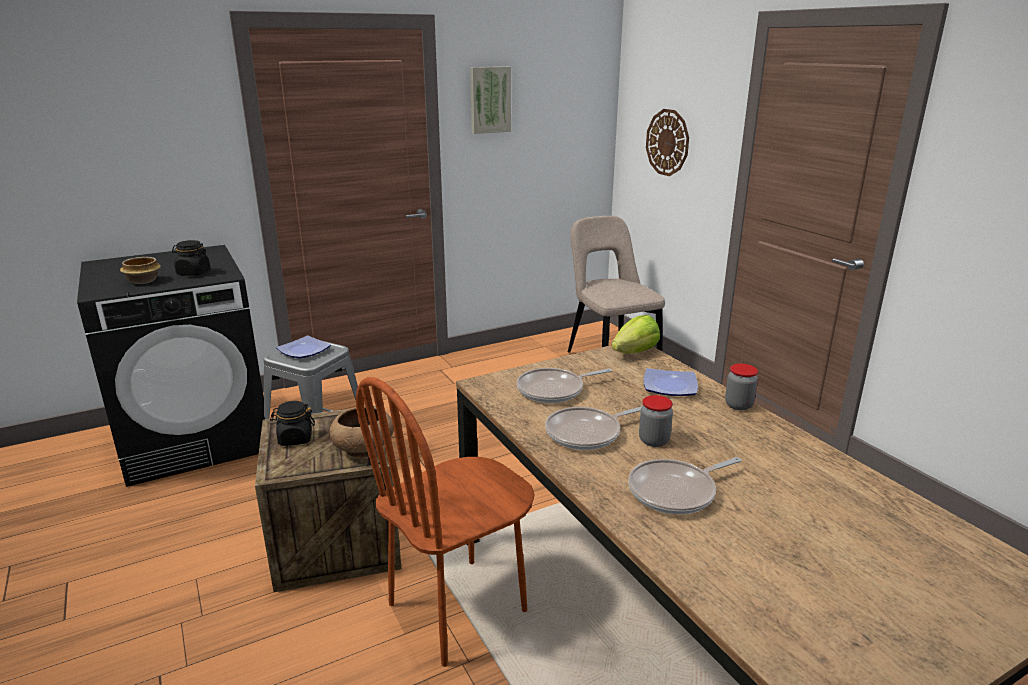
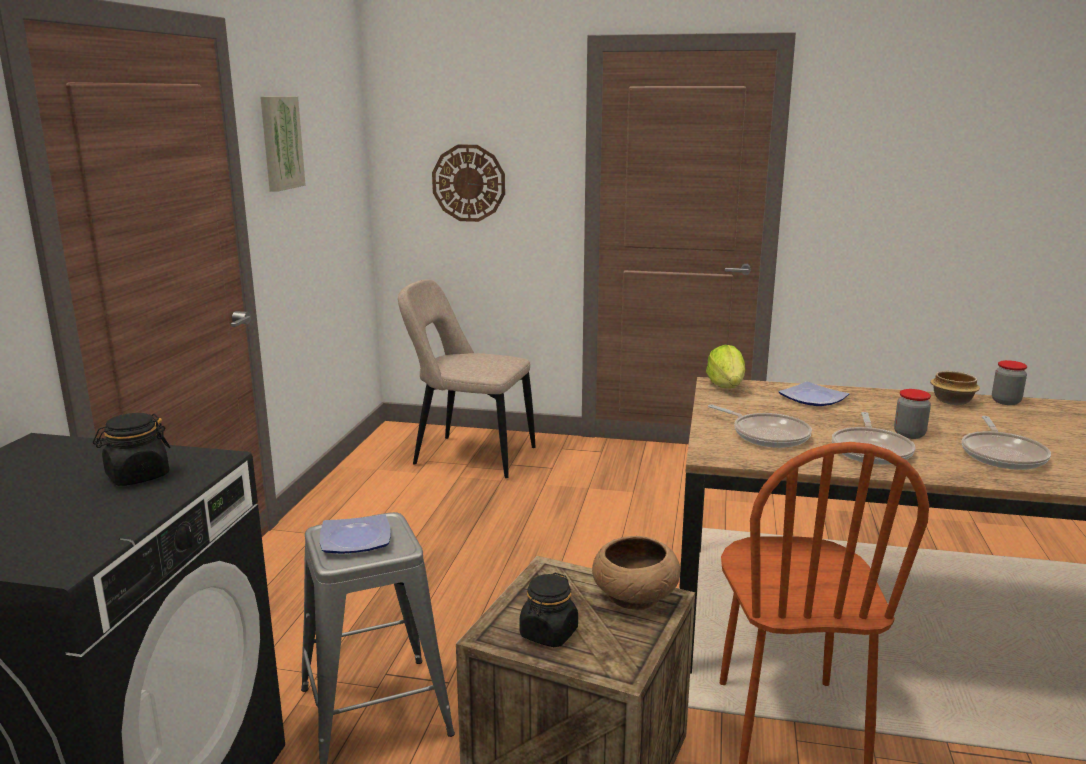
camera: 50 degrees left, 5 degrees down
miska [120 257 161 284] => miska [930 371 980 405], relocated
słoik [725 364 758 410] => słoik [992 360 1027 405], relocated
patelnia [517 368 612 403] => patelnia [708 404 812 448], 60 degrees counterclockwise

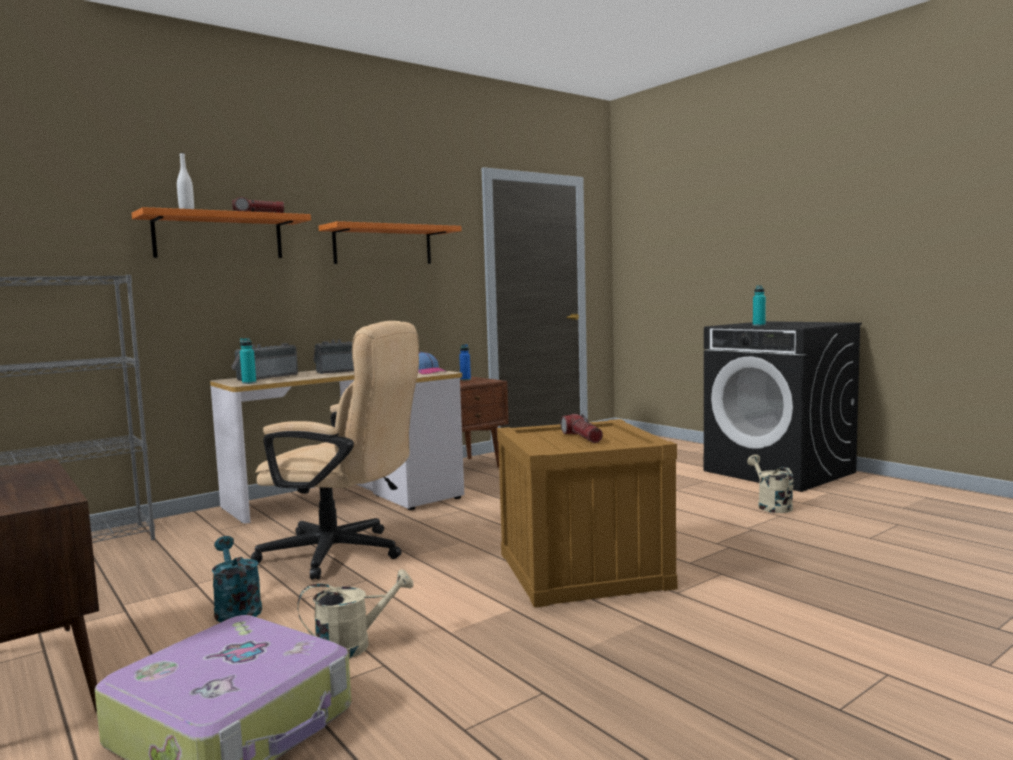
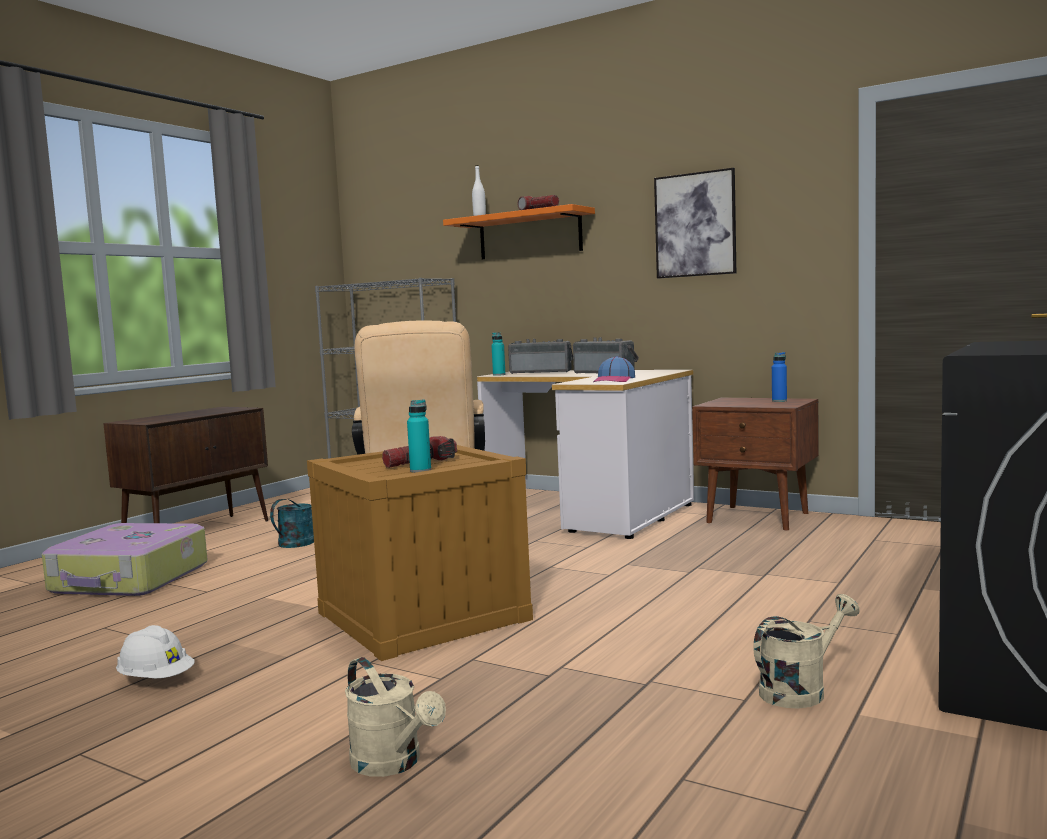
camera: 70 degrees right, 0 degrees up
półka [pomarańczowy] [319 221 462 264] => obraz [654 168 736 278]
butelka [turkusowy] [753 285 766 326] => butelka [turkusowy] [407 399 431 473], relocated
konewka [beżowy] [297 569 414 659] => konewka [beżowy] [345 657 446 777], relocated
nothing => kask [biały] [116 625 195 678]

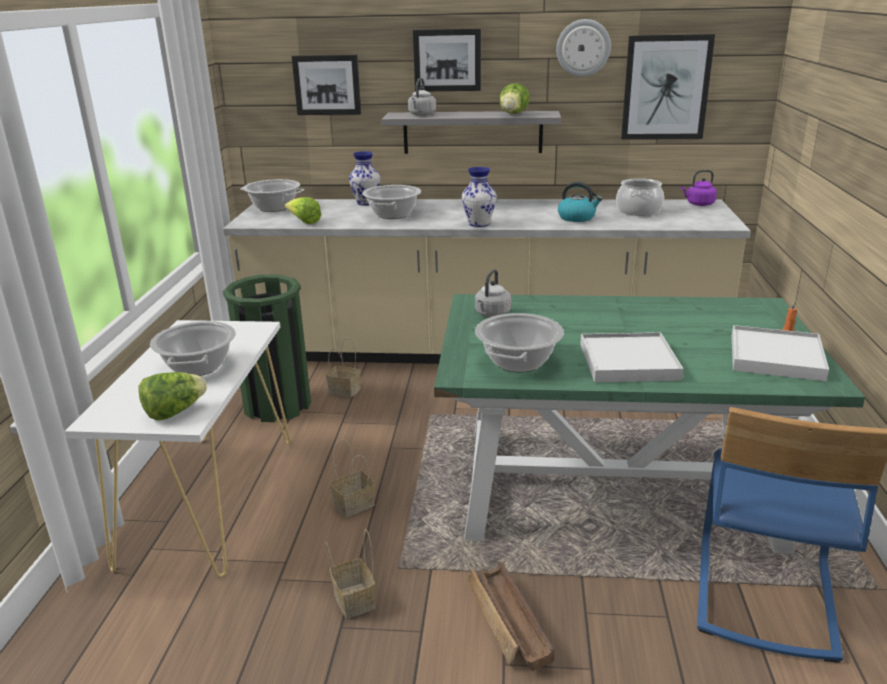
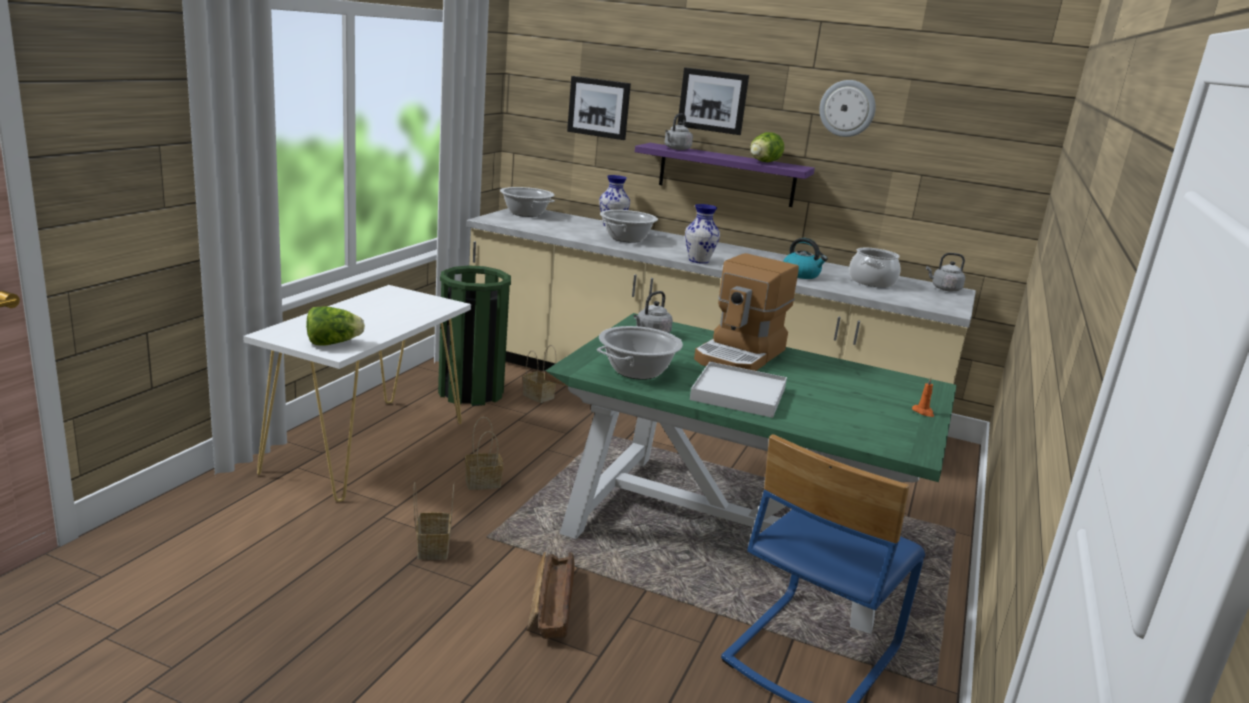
camera: 15 degrees right, 5 degrees down
obraz [621 34 715 140] => nothing
półka [szary] [381 111 561 154] => półka [fioletowy] [635 143 815 207]
czajnik [fioletowy] [681 169 717 206] => czajnik [szary] [926 253 965 291]
sałata [285 197 321 224] => nothing
garnek [150 321 236 376] => nothing
taca [biały] [732 325 829 381] => nothing
nothing => ekspres do kawy [694 253 799 371]

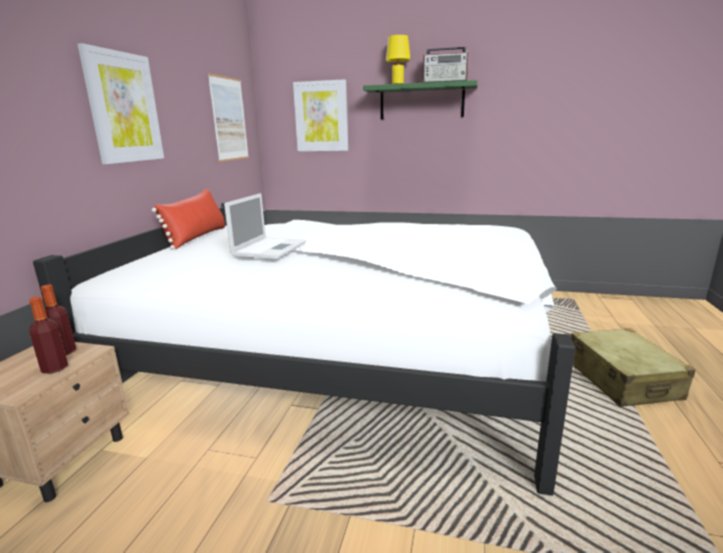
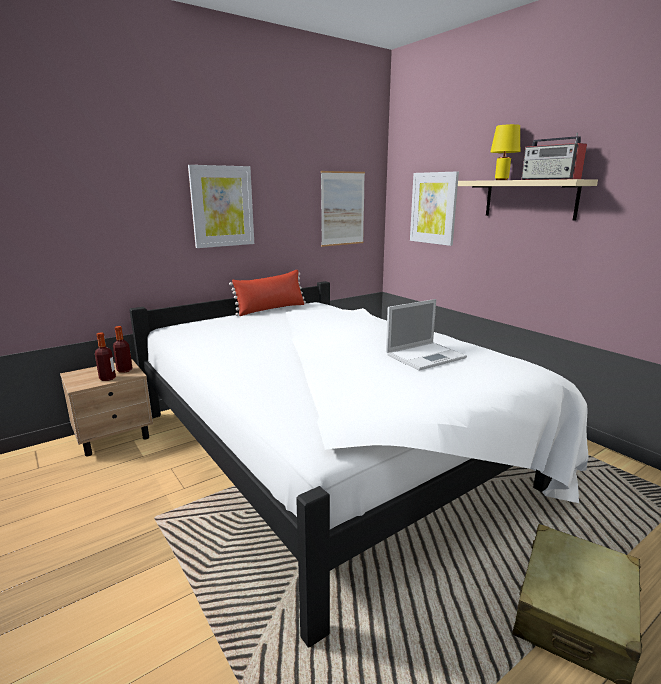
camera: 40 degrees right, 0 degrees up
półka [zielony] [363 80 478 119] => półka [beżowy] [458 179 598 221]
laptop [224 193 306 259] => laptop [386 299 467 371], relocated

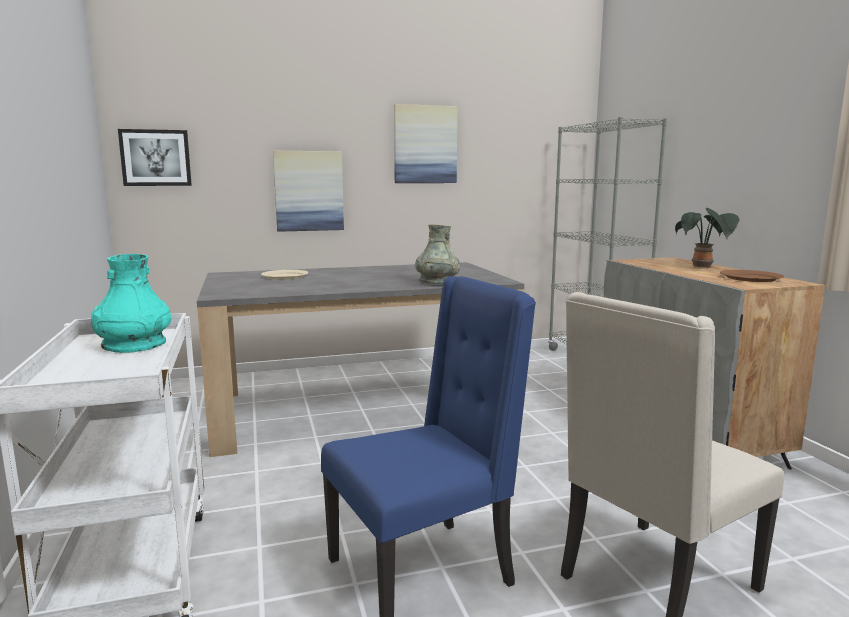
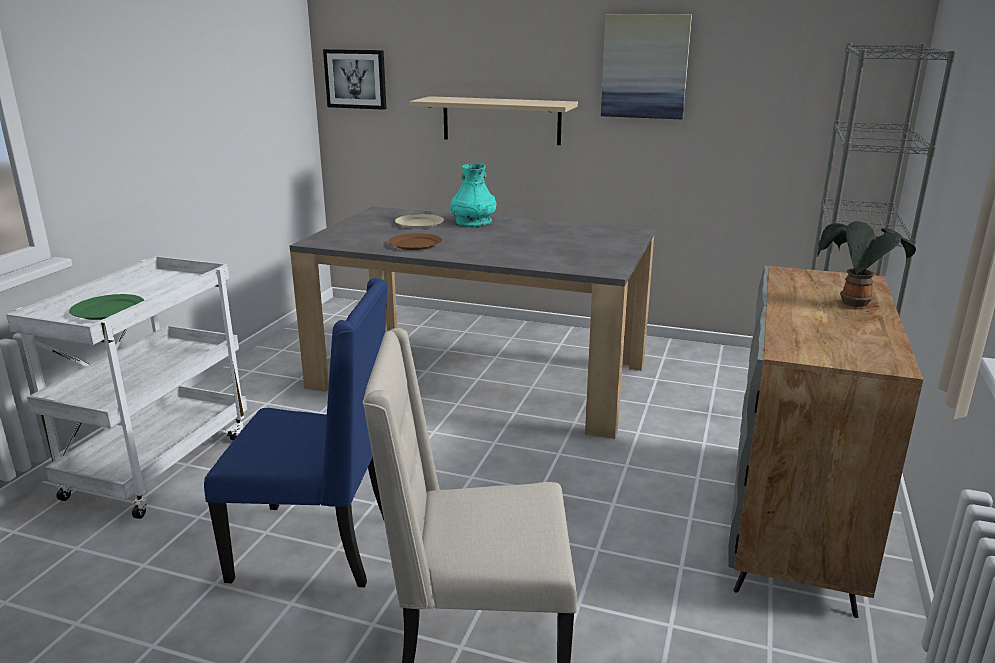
camera: 35 degrees right, 10 degrees up
obraz [273 151 344 232] => półka [beżowy] [410 96 578 145]
wazon [szary] [415 225 460 284] => nothing
wazon [turkusowy] [91 254 171 353] => wazon [turkusowy] [450 163 496 227], relocated
talerz [brązowy] [720 270 784 282] => talerz [brązowy] [388 233 442 250], relocated
nothing => talerz [zielony] [69 294 144 320]

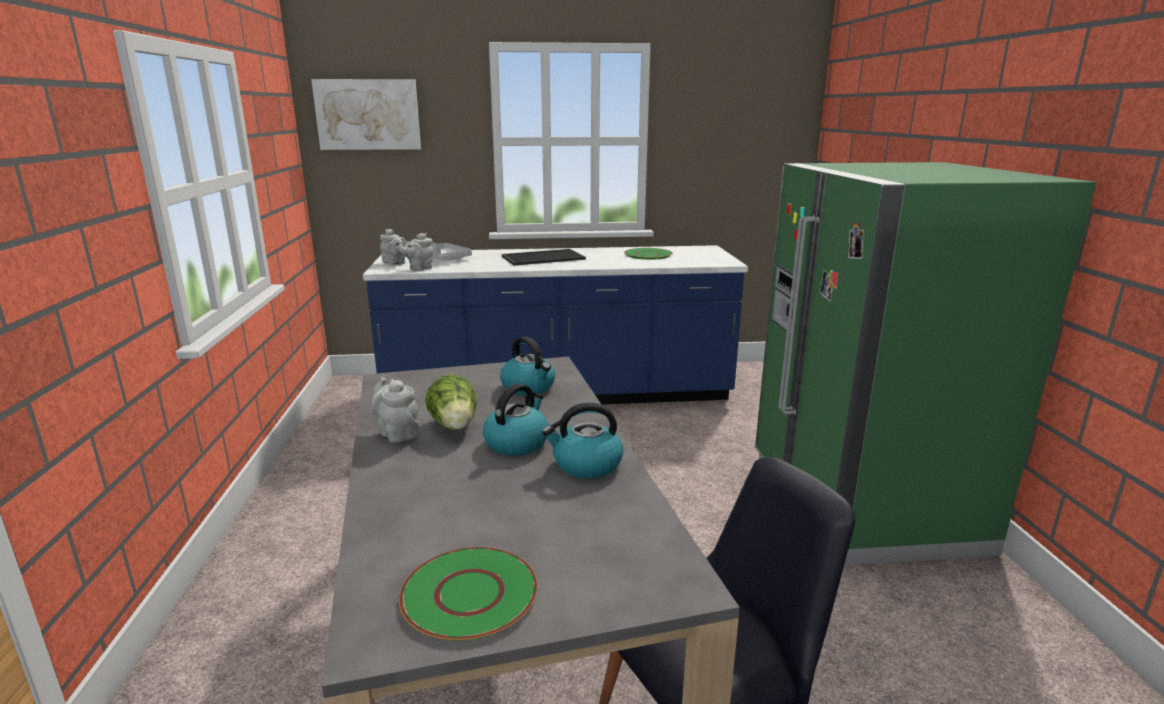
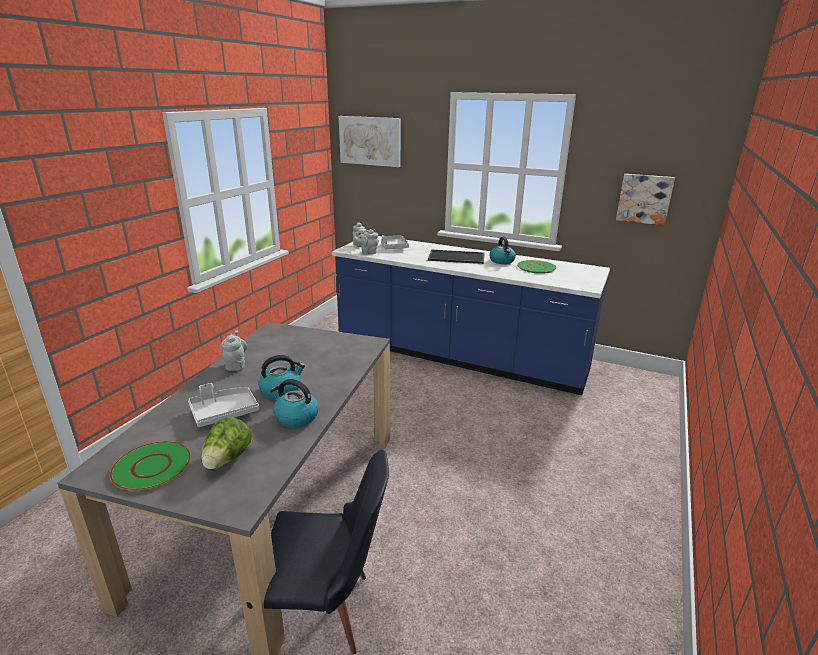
camera: 30 degrees right, 5 degrees up
lodówka [zielony] [755 162 1096 565] => nothing
czajnik [500 337 555 395] => czajnik [489 237 516 264], relocated
sałata [425 374 477 430] => sałata [201 417 252 469], relocated
nothing => obraz [616 174 675 225]
nothing => taca [szary] [188 383 259 427]

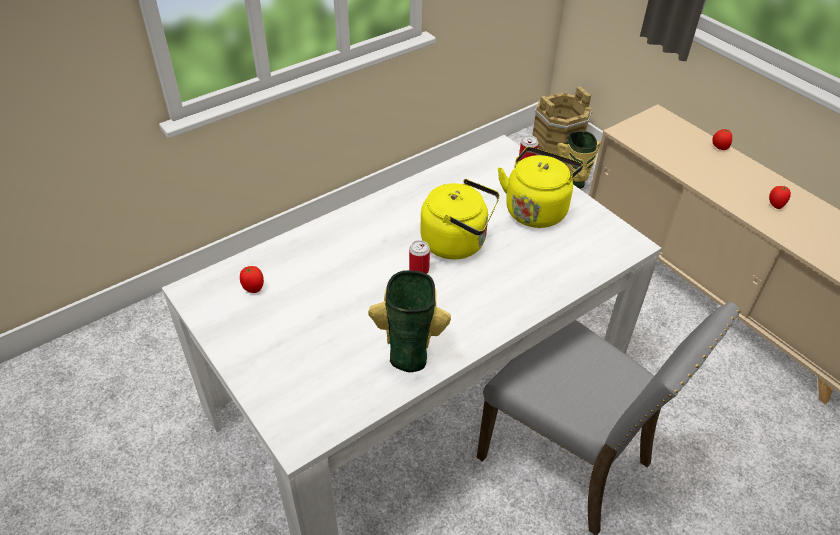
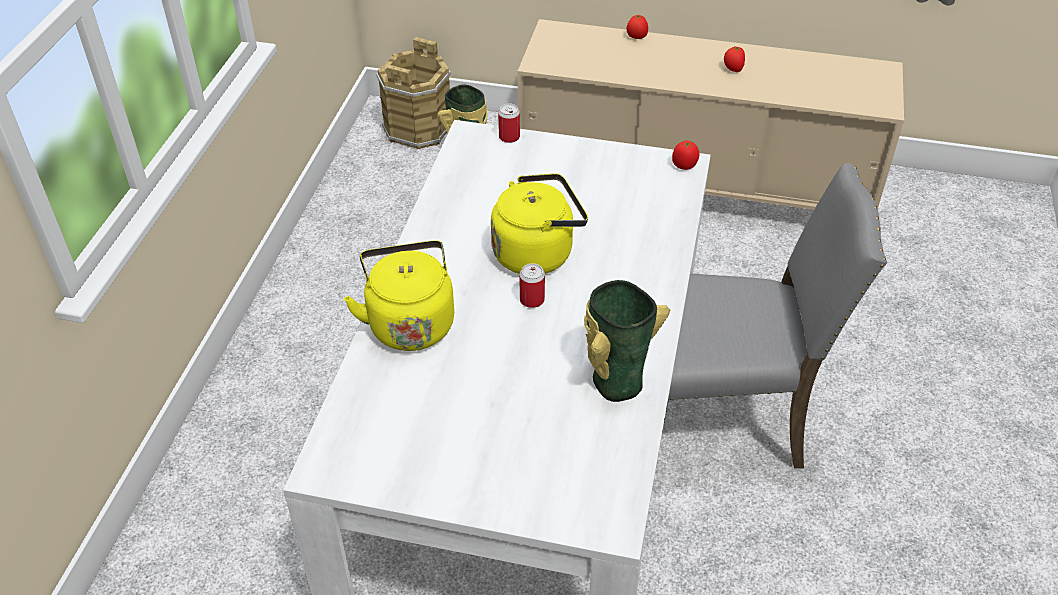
camera: 40 degrees left, 0 degrees up
czajnik [żółty] [498 147 583 228] => czajnik [żółty] [344 240 454 351], relocated
pomidor [240 266 264 293] => pomidor [672 141 700 170], relocated

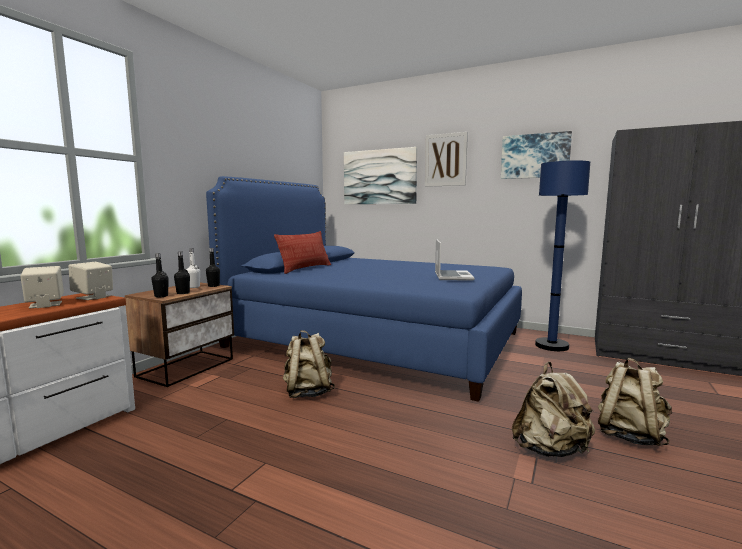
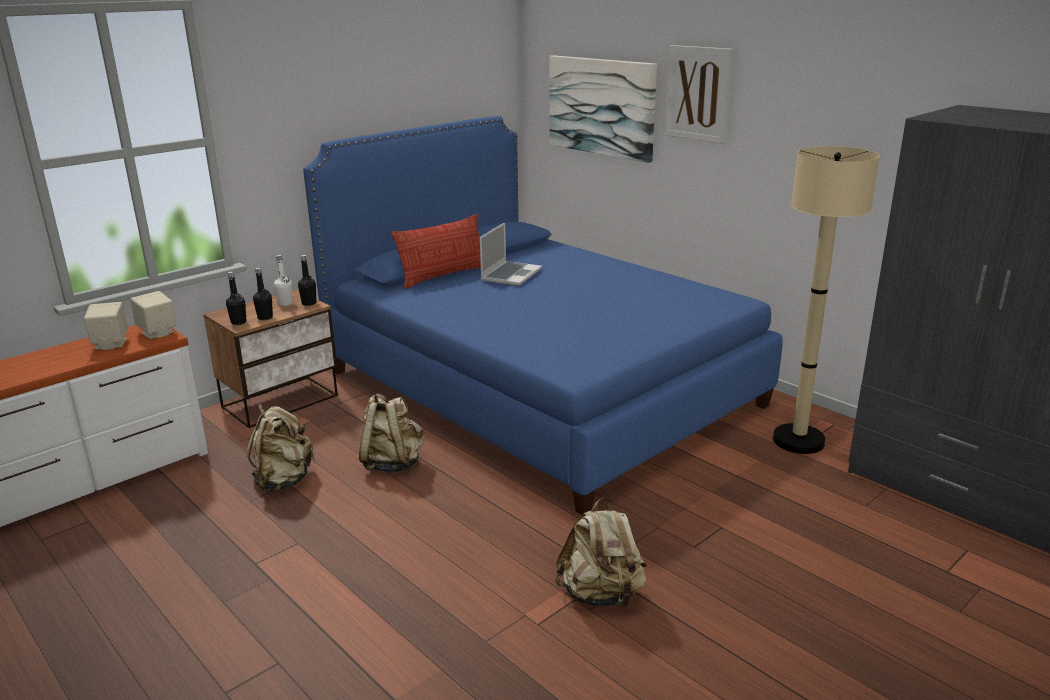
camera: 20 degrees right, 15 degrees up
obraz [501 131 572 179] => nothing
lampa stojąca [niebieski] [535 160 590 351] => lampa stojąca [beżowy] [773 146 879 454]
laptop [435 239 475 281] => laptop [480 223 542 286], relocated
plecak [beżowy] [598 358 672 446] => plecak [beżowy] [247 404 315 492], relocated

